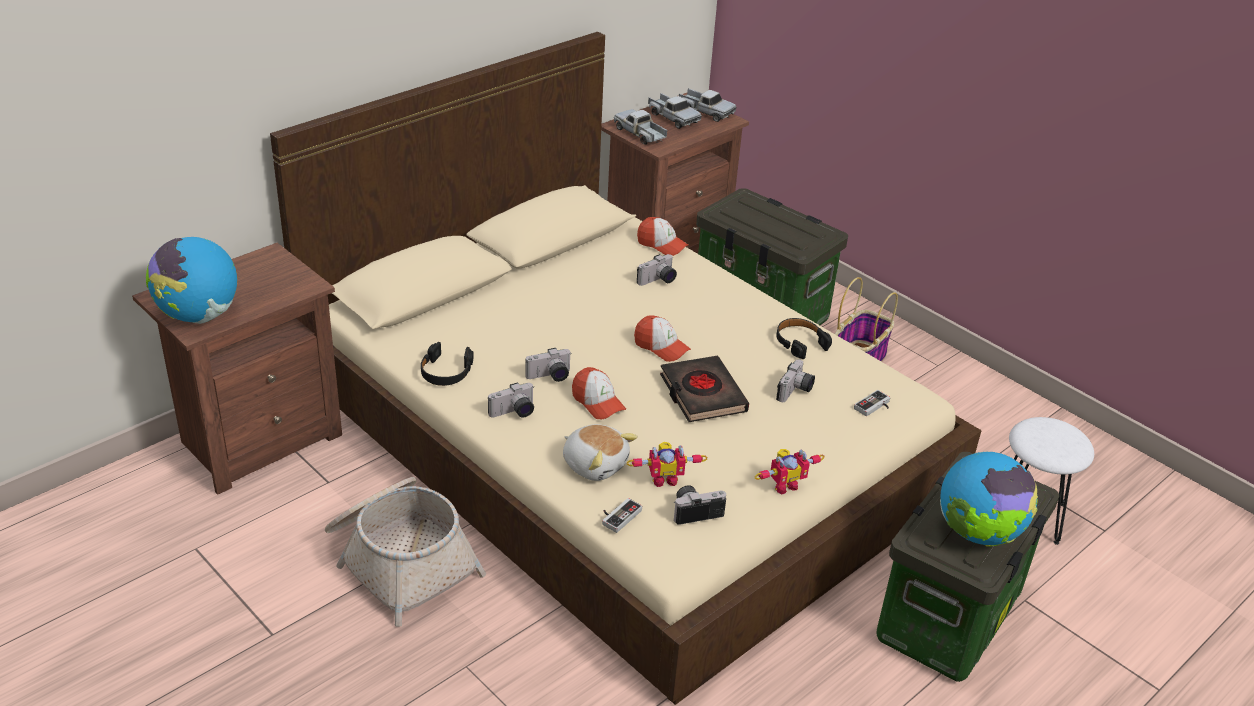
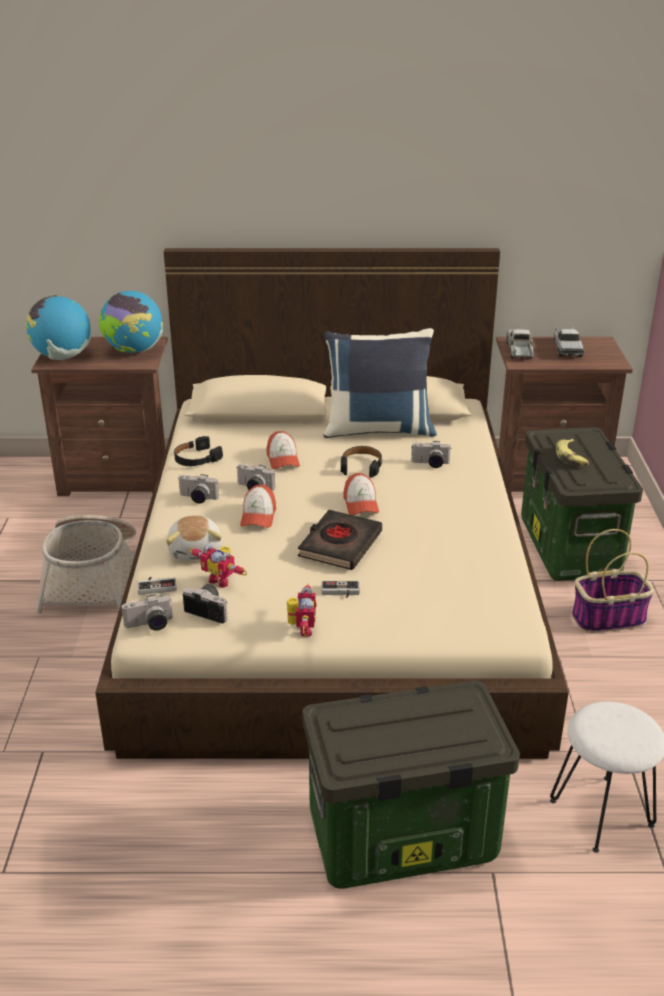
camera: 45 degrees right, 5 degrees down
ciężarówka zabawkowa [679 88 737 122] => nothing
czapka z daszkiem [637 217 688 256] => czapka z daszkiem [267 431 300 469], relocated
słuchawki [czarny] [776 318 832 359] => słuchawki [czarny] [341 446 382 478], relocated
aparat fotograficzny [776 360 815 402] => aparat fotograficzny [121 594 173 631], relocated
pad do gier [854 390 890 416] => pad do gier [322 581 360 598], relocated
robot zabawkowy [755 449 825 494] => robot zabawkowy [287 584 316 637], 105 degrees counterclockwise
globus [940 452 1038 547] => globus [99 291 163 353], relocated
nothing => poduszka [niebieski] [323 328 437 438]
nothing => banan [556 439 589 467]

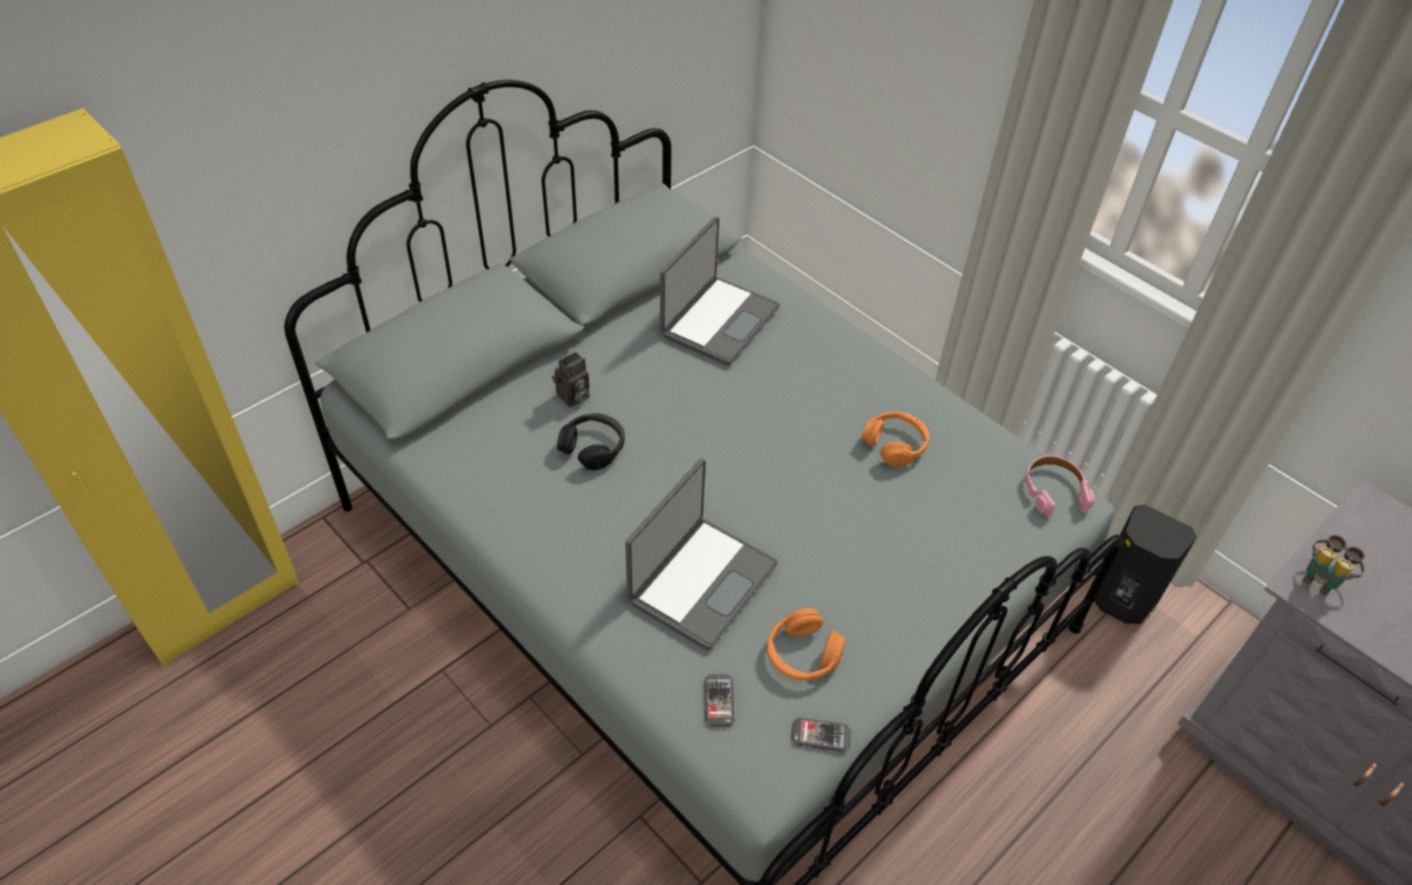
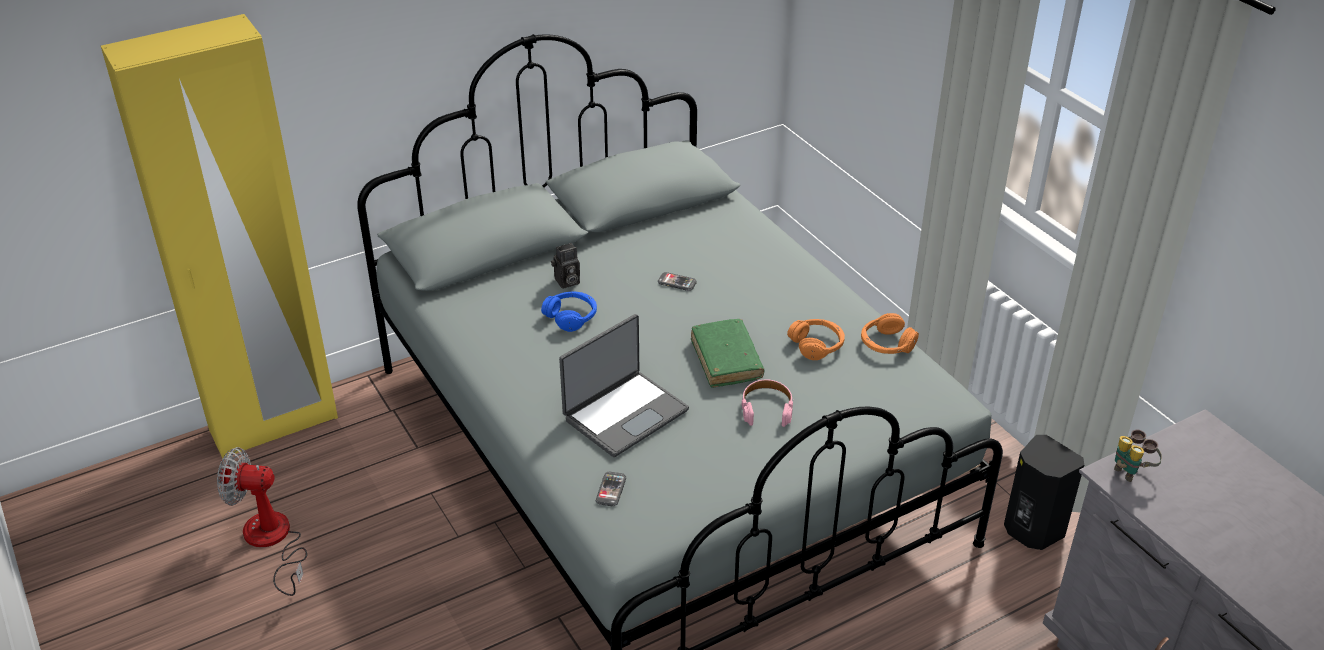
camera: 15 degrees right, 10 degrees down
laptop [660 216 780 366] => nothing
słuchawki [czarny] [557 414 625 470] => słuchawki [niebieski] [541 291 597 332]
słuchawki [różowy] [1025 456 1095 517] => słuchawki [różowy] [742 379 793 427], relocated
słuchawki [pomarańczowy] [767 608 846 681] => słuchawki [pomarańczowy] [861 313 919 354], relocated
telefon [791 718 851 752] => telefon [658 272 697 291], relocated
nothing => książka [zielony] [691 319 764 388]
nothing => wentylator [217 447 307 596]

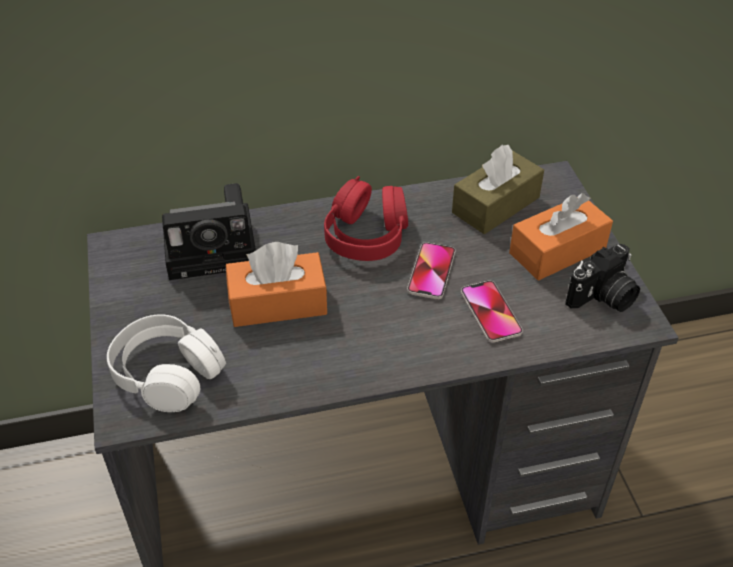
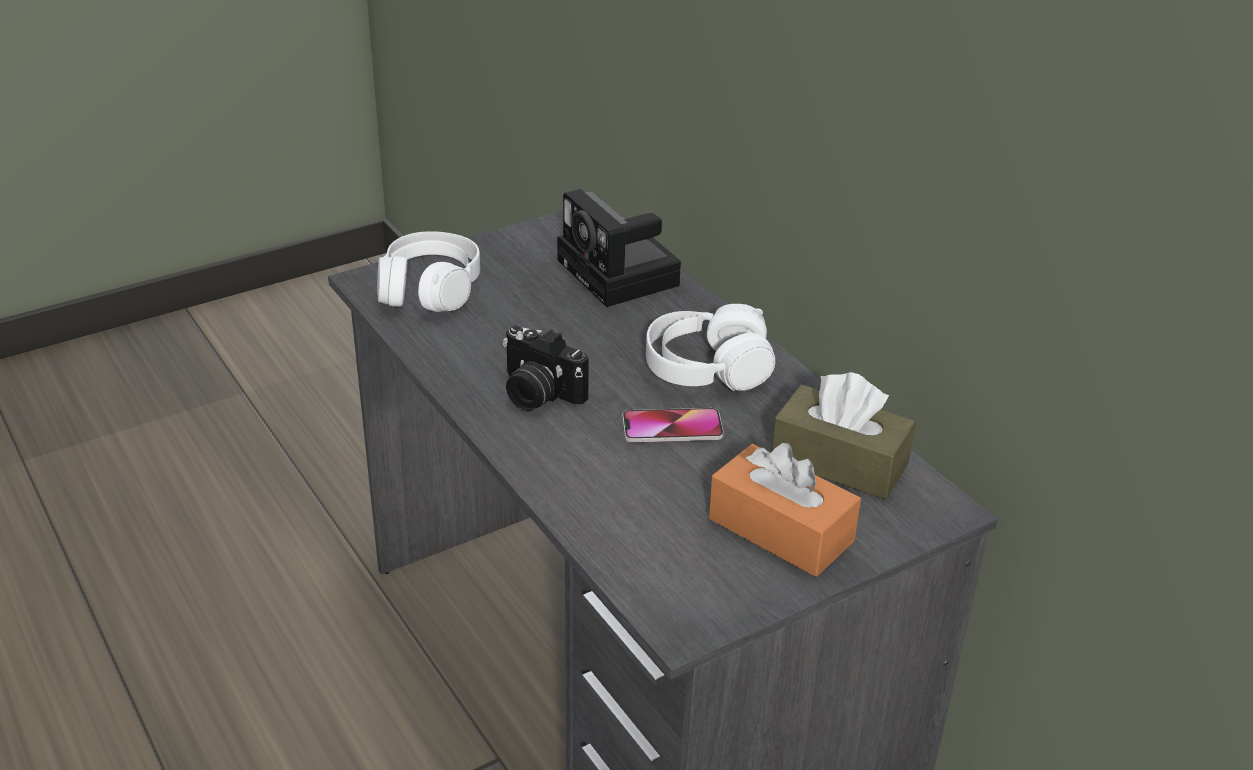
camera: 70 degrees right, 10 degrees down
słuchawki [czerwony] [324 176 408 261] => słuchawki [biały] [646 304 775 391]
pudełko chusteczek [pomarańczowy] [226 242 327 327] => nothing
aparat fotograficzny [565 244 640 312] => aparat fotograficzny [503 325 589 411], relocated
telefon [461 281 523 343] => nothing

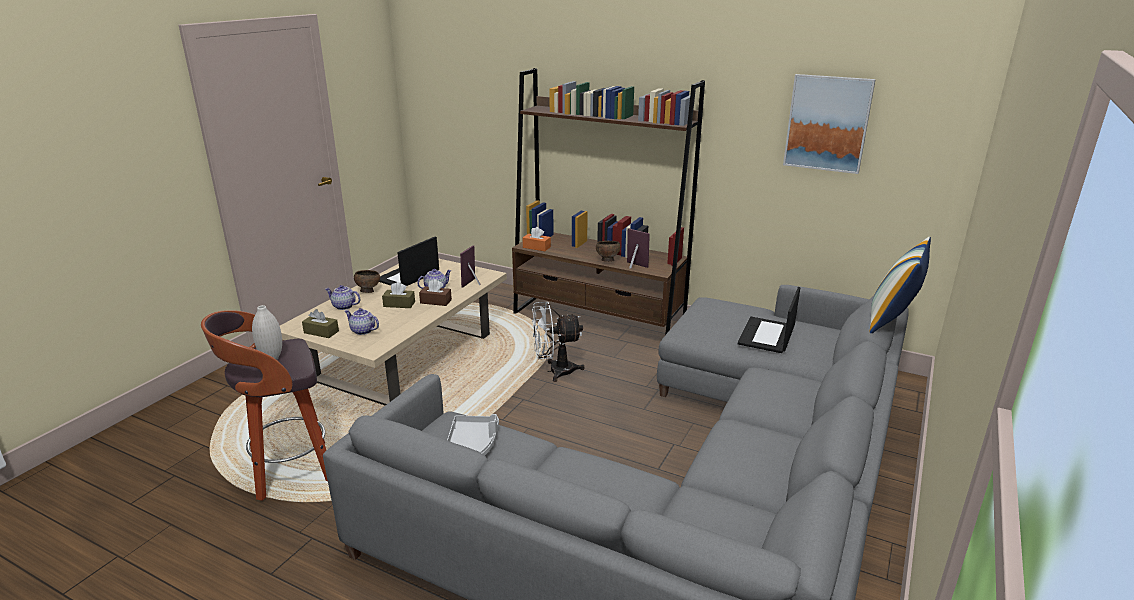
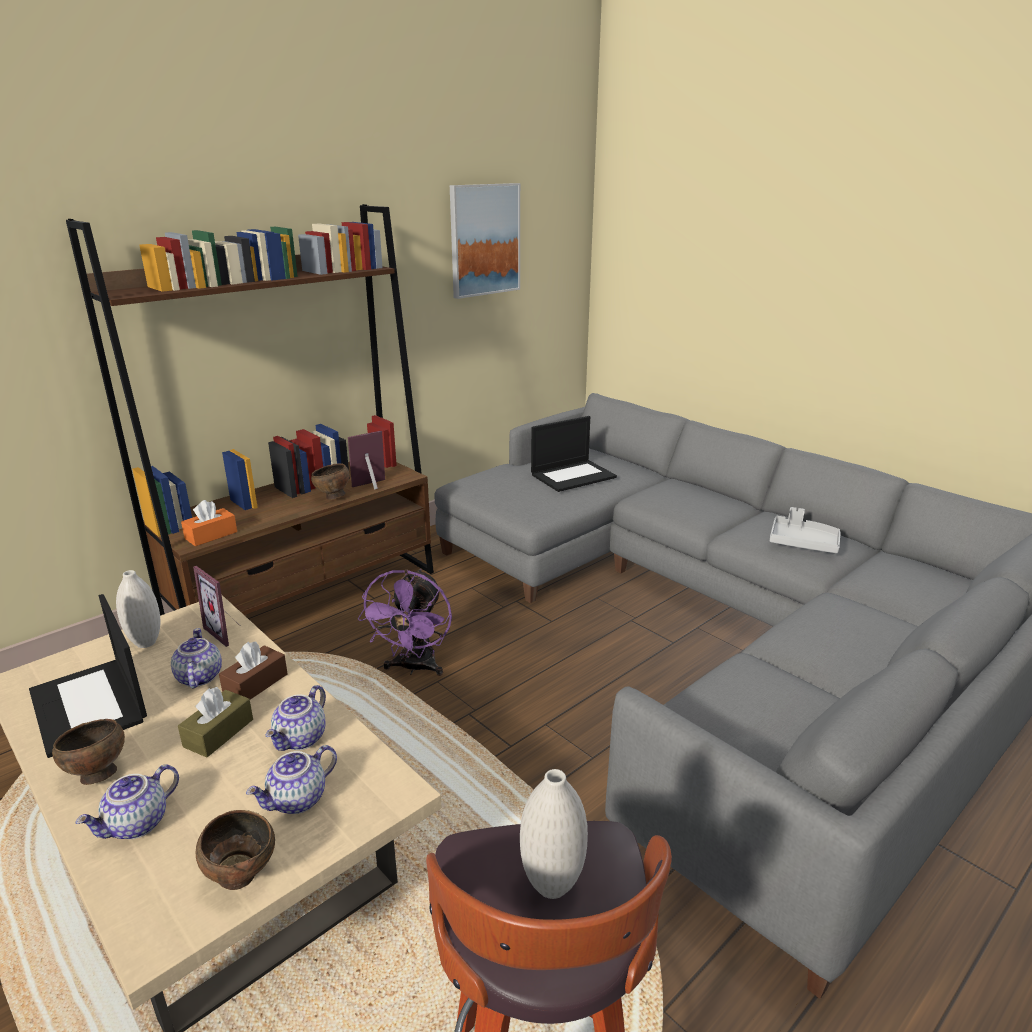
camera: 70 degrees left, 0 degrees up
poduszka [870 237 931 333] => nothing
laptop [738 287 800 353] => laptop [531 416 617 492], 75 degrees counterclockwise
wentylator [biały] [532 302 584 382] => wentylator [fioletowy] [358 569 452 676]
pudełko chusteczek [brązowy] [302 309 339 338] => miska [brązowy] [196 810 275 890]
taca [szary] [447 414 499 455] => taca [szary] [770 507 841 553], relocated
nothing => wazon [biały] [116 570 161 648]
nothing => imbryk [266 685 326 751]

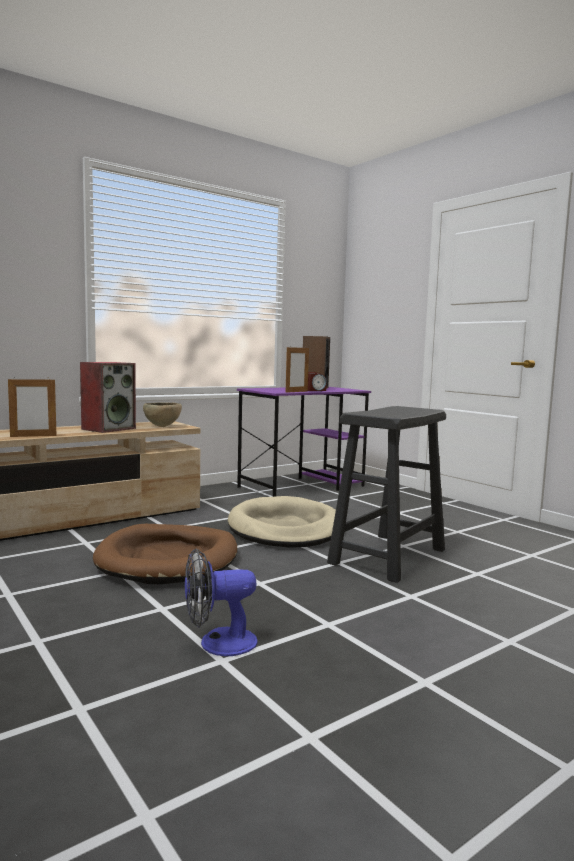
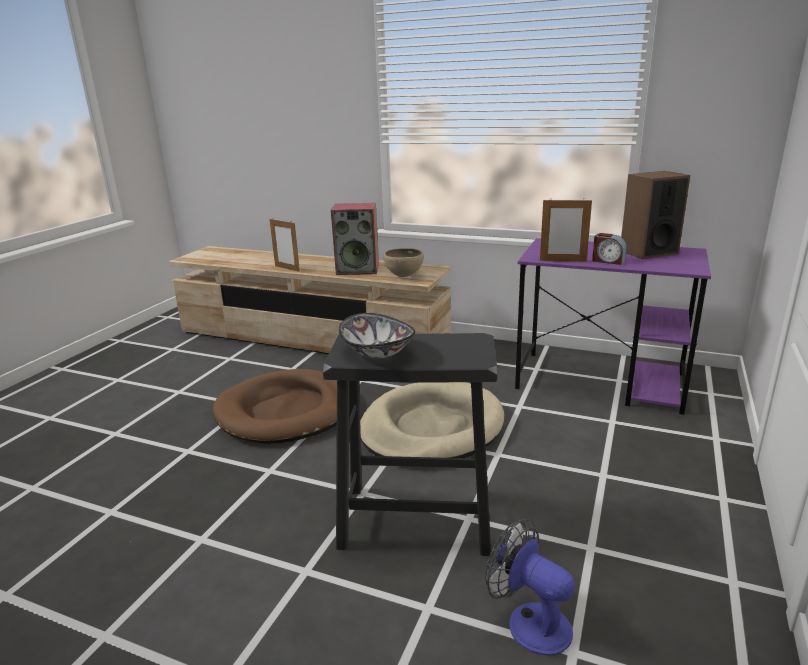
camera: 60 degrees right, 15 degrees up
wentylator [185 548 257 656] => wentylator [485 519 575 655], relocated
nothing => miska [339 313 415 358]

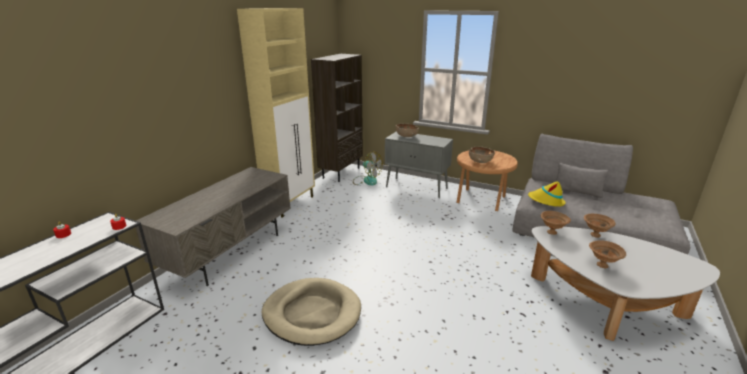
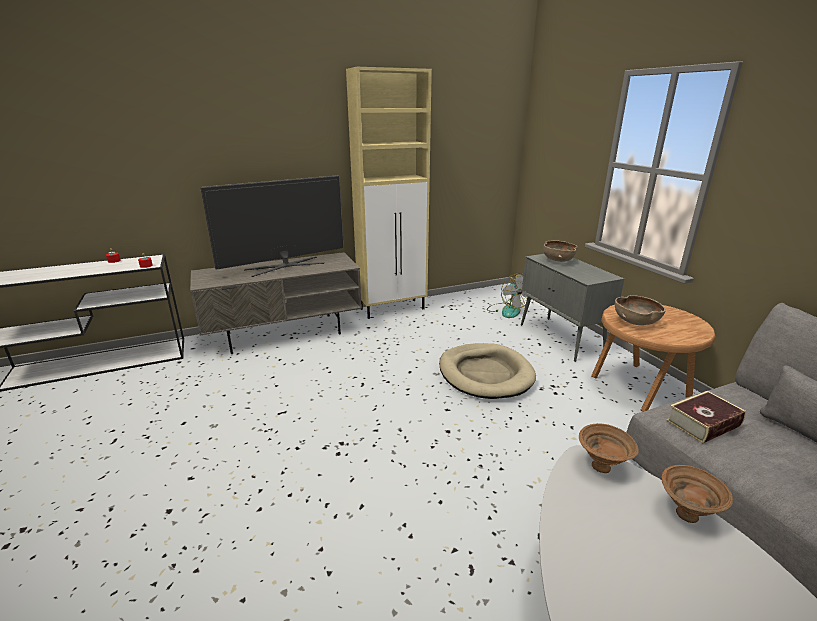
camera: 40 degrees right, 0 degrees up
regał [brązowy] [311 54 363 182] => nothing
kapelusz [żółty] [528 182 565 207] => książka [666 391 746 443]
miska [brązowy] [589 240 626 268] => nothing
legowisko [beżowy] [262 278 361 346] => legowisko [beżowy] [439 343 536 399], relocated
nothing => telewizor [200 175 344 277]

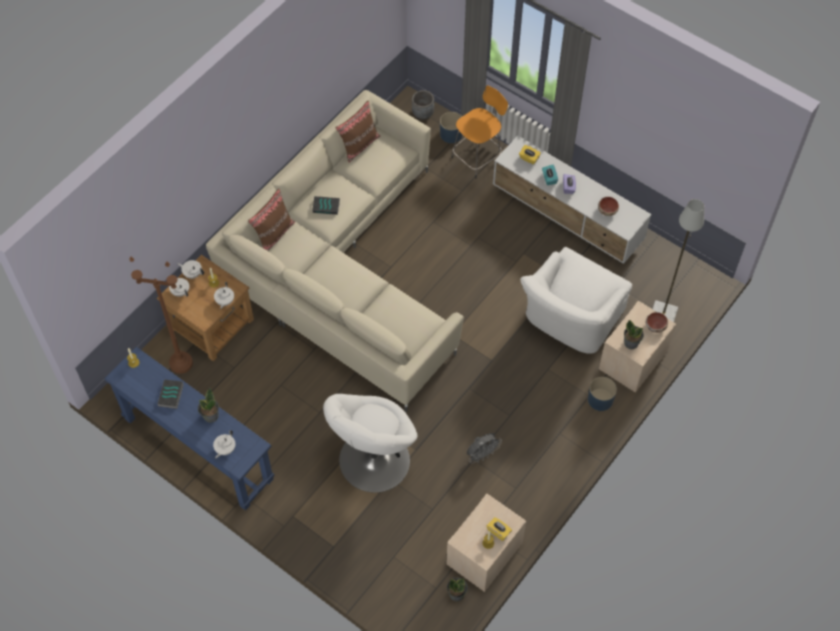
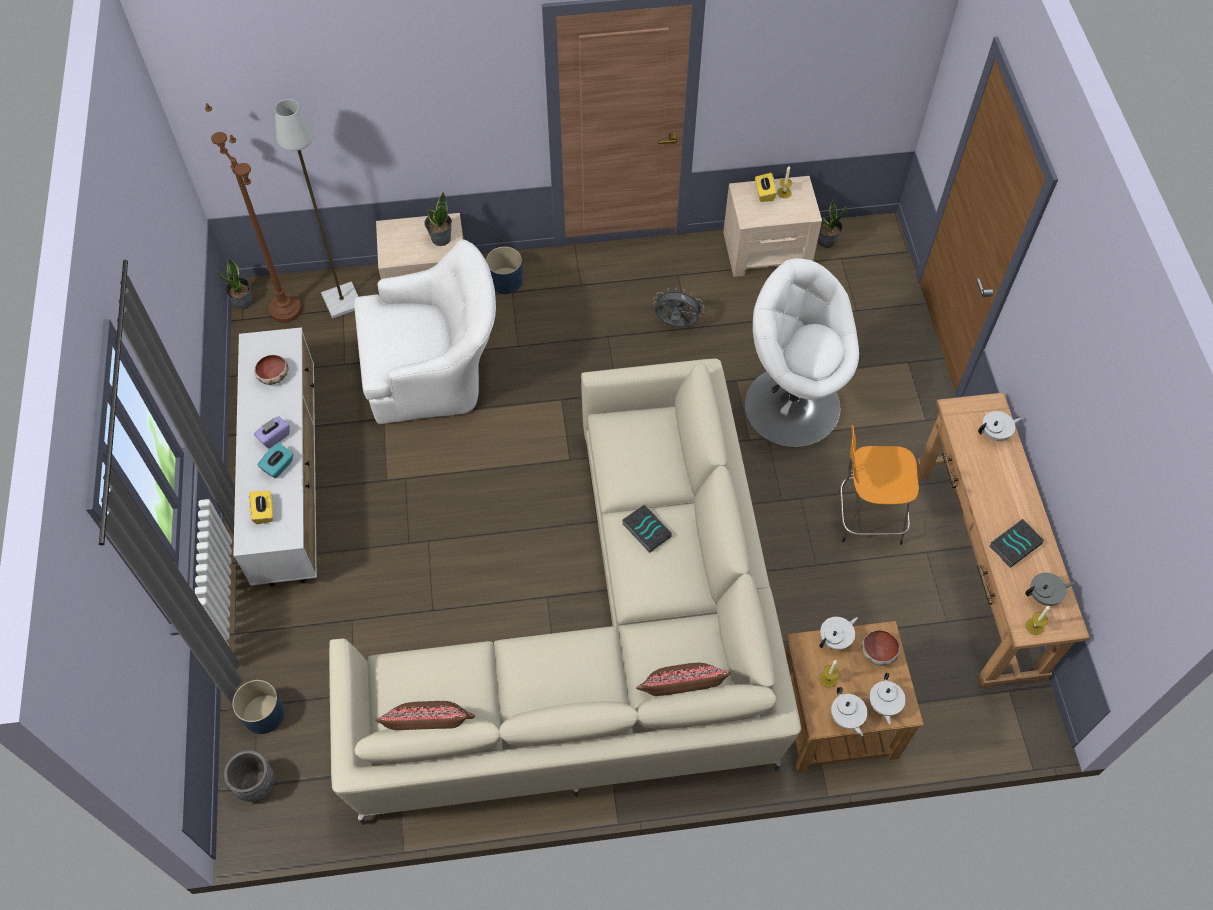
camera: 135 degrees left, 0 degrees up
stołek [pomarańczowy] [451 86 508 179] => stołek [pomarańczowy] [839 425 919 545], relocated
książka [312 196 340 215] => książka [622 504 672 553], relocated
lampa stojąca [brązowy] [129 256 193 374] => lampa stojąca [brązowy] [205 103 302 323], relocated
miska [646 312 668 333] => miska [861 630 900 666], relocated
stolik konsolowy [niebieski] [104 347 275 511] => stolik konsolowy [brązowy] [916 392 1090 689]
roślina doniczkowa [198 388 219 423] => roślina doniczkowa [217 258 252 310], relocated
fotel [biały] [323 394 417 493] => fotel [biały] [744 258 859 447], 135 degrees counterclockwise
nothing => imbryk [szary] [1025 572 1074 606]

